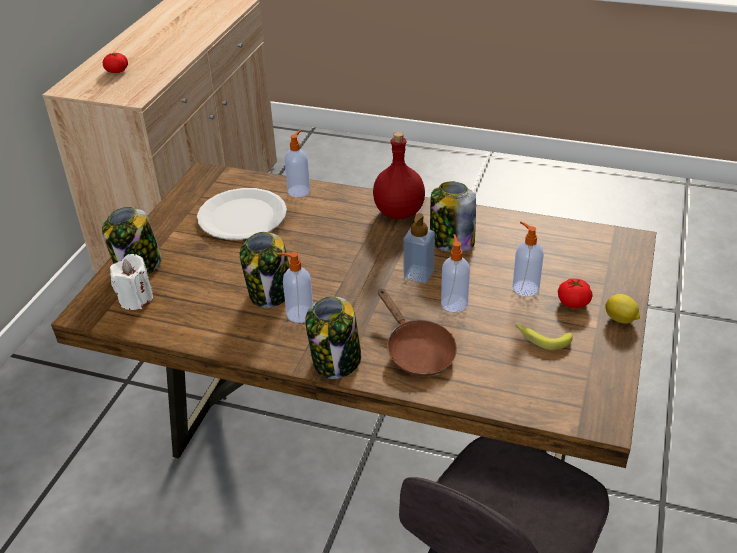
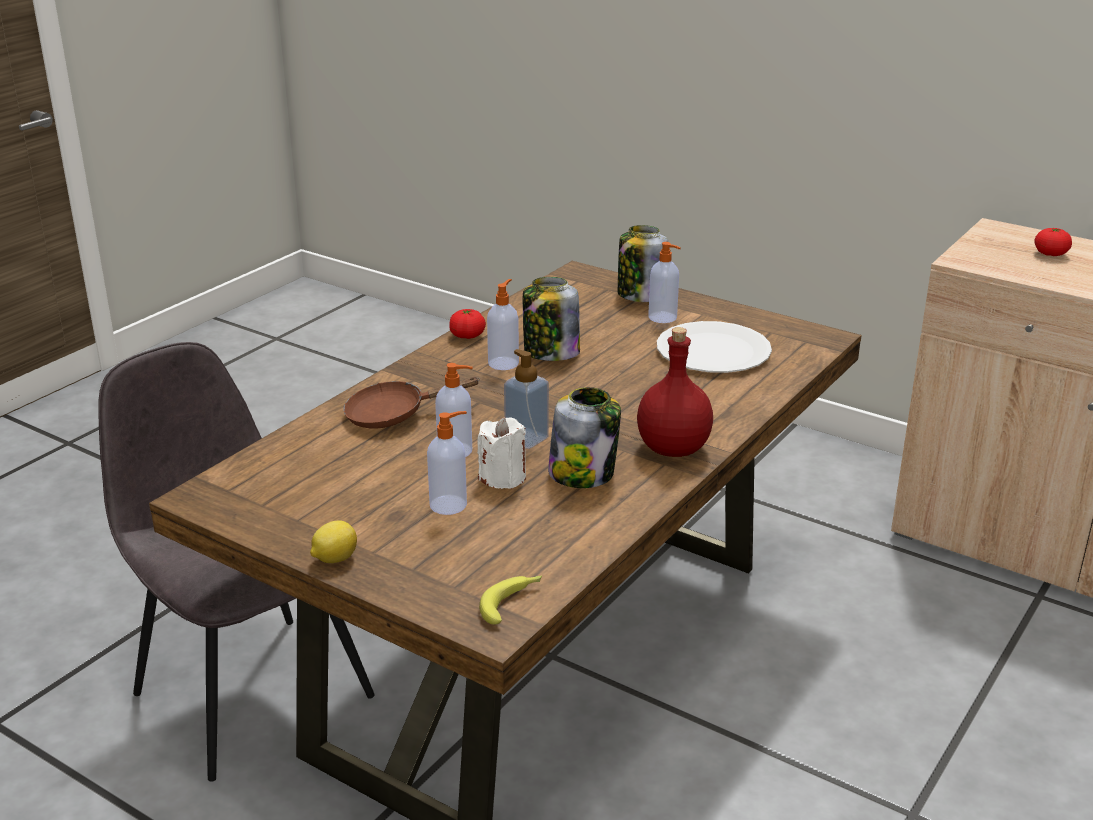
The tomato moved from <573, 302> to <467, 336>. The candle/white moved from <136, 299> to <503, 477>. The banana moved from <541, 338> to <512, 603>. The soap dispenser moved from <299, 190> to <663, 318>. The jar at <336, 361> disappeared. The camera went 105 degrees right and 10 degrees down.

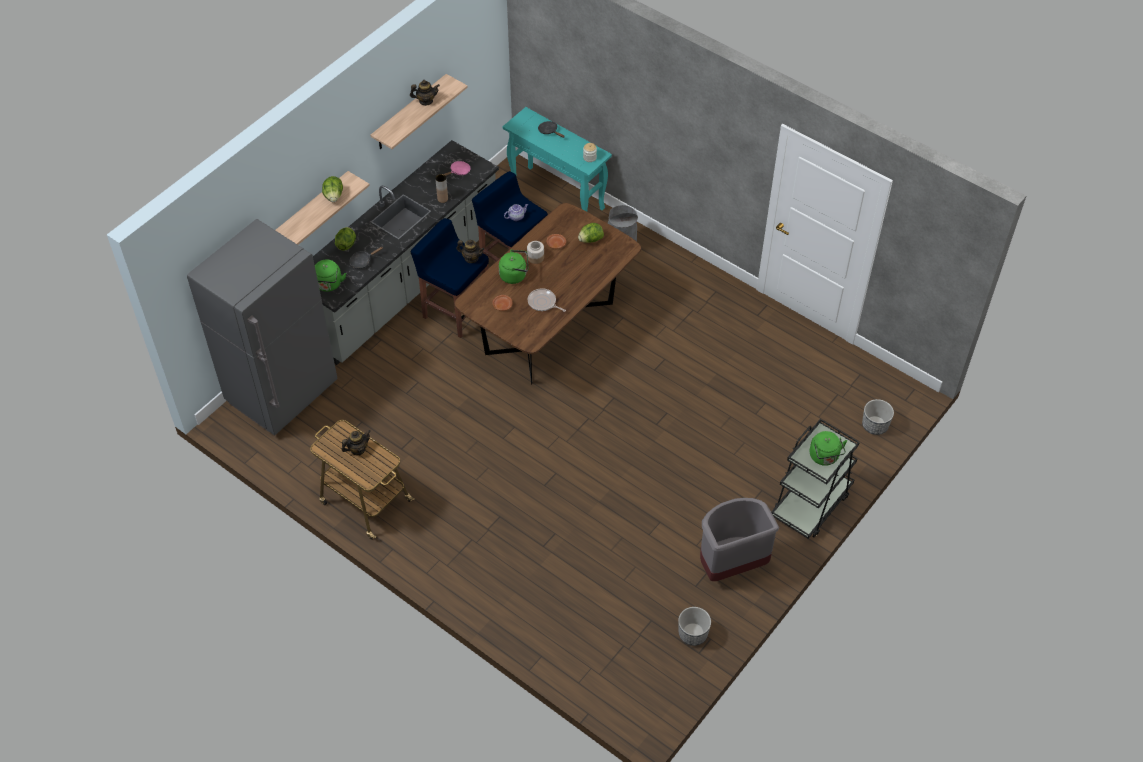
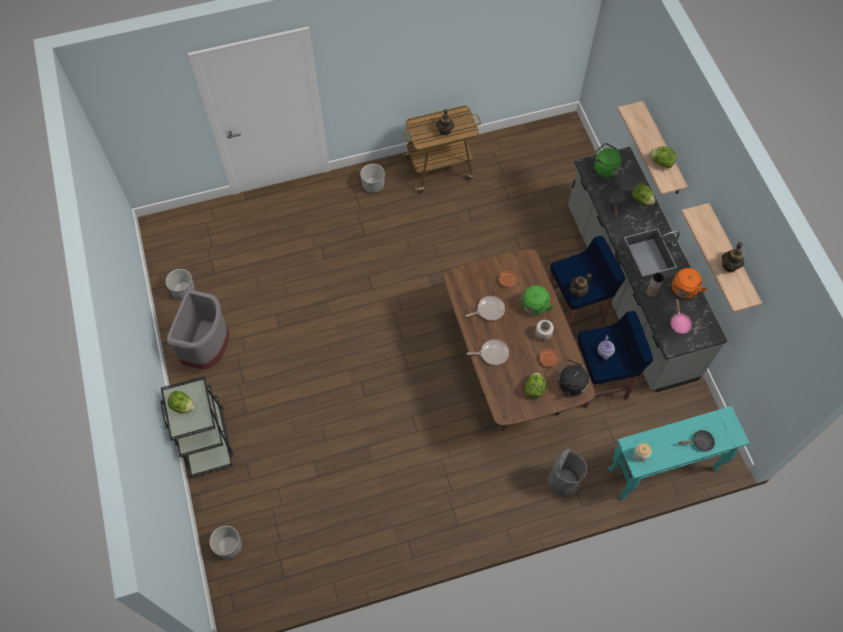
The kettle/green at <825, 457> was replaced by the lettuce at <183, 406>. The planter at <373, 185> appeared. The frying pan at <492, 353> appeared. The kettle/black at <569, 384> appeared. The kettle/orange at <683, 290> appeared. The fridge/grey at <283, 394> disappeared. The camera went 125 degrees right and 10 degrees up.

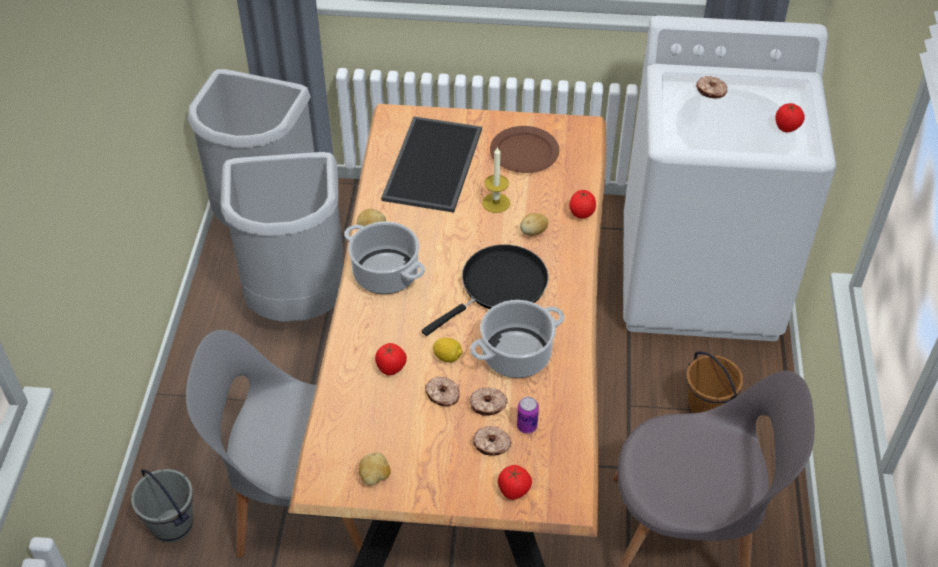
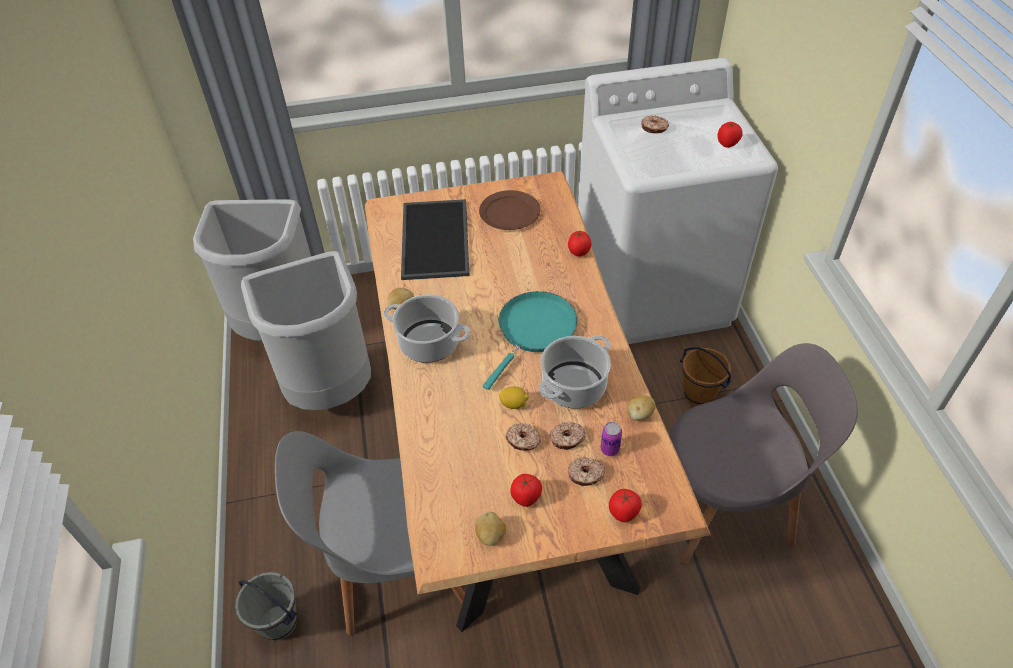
The frying pan/black at <499, 287> became the frying pan/turquoise at <534, 330>. The tomato moved from <391, 368> to <526, 498>. The potato moved from <533, 232> to <639, 414>. The candle at <496, 203> disappeared. The camera went 15 degrees left and 0 degrees up.

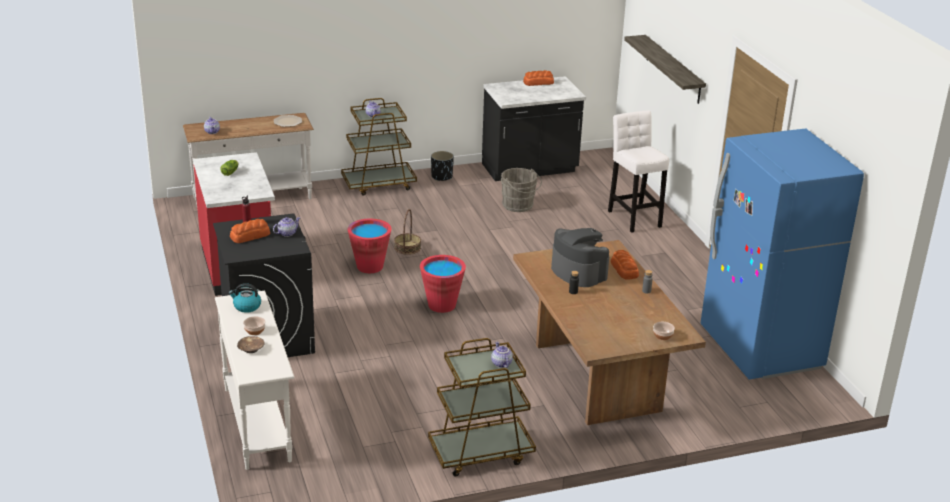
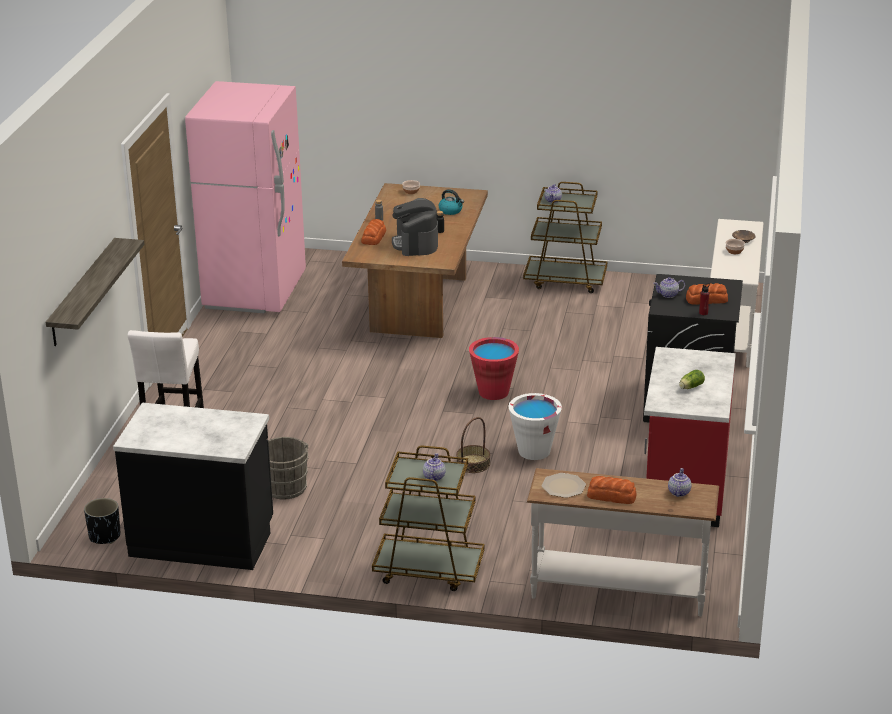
The planter/black moved from <442, 177> to <104, 536>. The fridge/blue at <760, 349> became the fridge/pink at <255, 291>. The kettle moved from <246, 306> to <451, 211>. The bucket/red at <370, 266> became the bucket/white at <534, 451>. The bread moved from <538, 82> to <612, 496>. The camera went 150 degrees left and 0 degrees up.

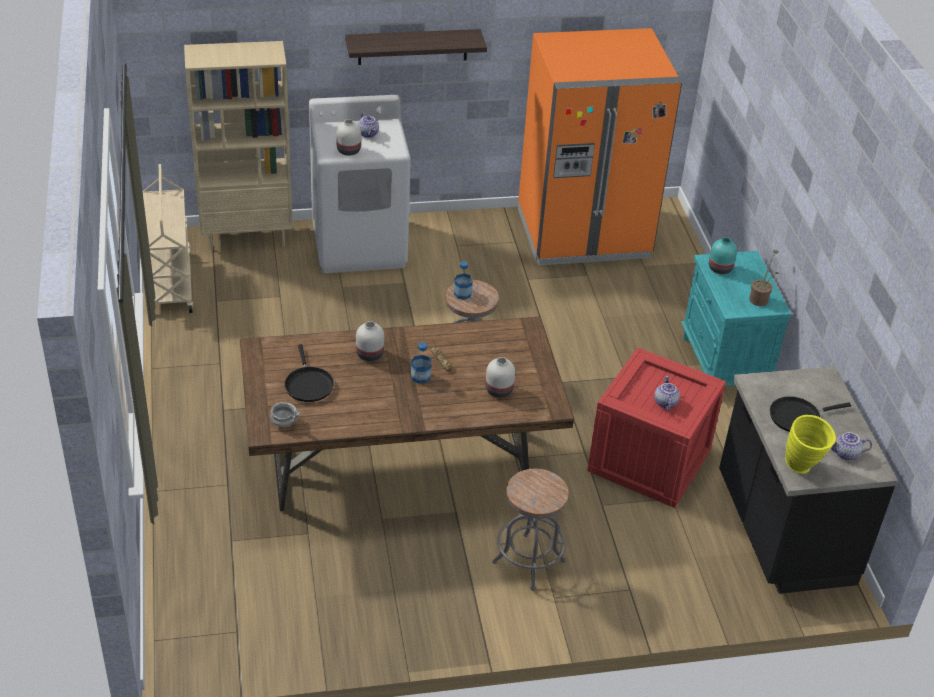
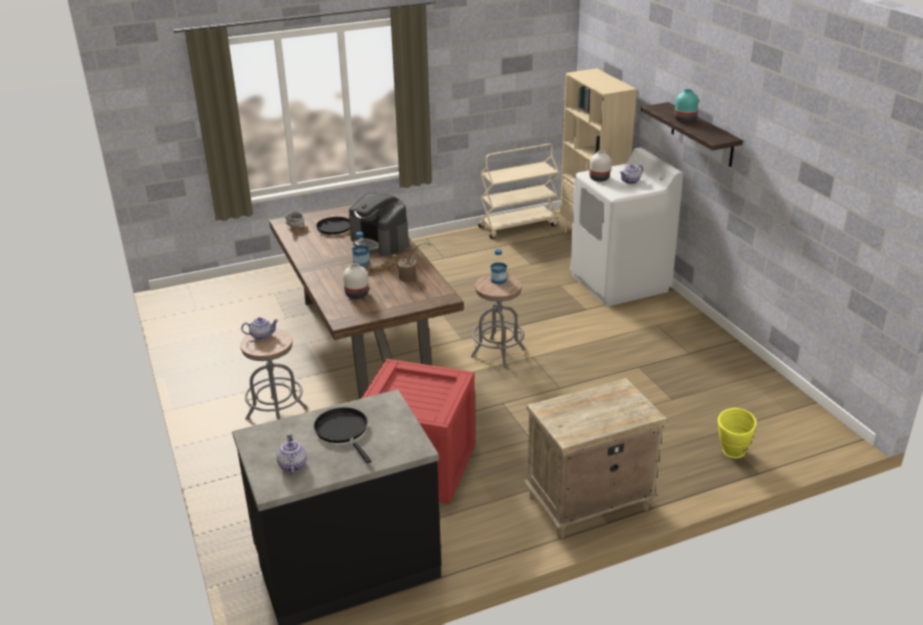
The teapot moved from <665, 402> to <261, 336>. The vase/white at <370, 354> was replaced by the coffee machine at <380, 242>. The potted plant moved from <760, 299> to <409, 278>. The nightstand/turquoise at <724, 365> became the nightstand/beige at <588, 504>. The vase/turquoise moved from <719, 268> to <684, 120>. The vase/yellow moved from <803, 468> to <731, 454>. The fridge/orange at <583, 234> disappeared. The camera went 80 degrees right and 10 degrees down.

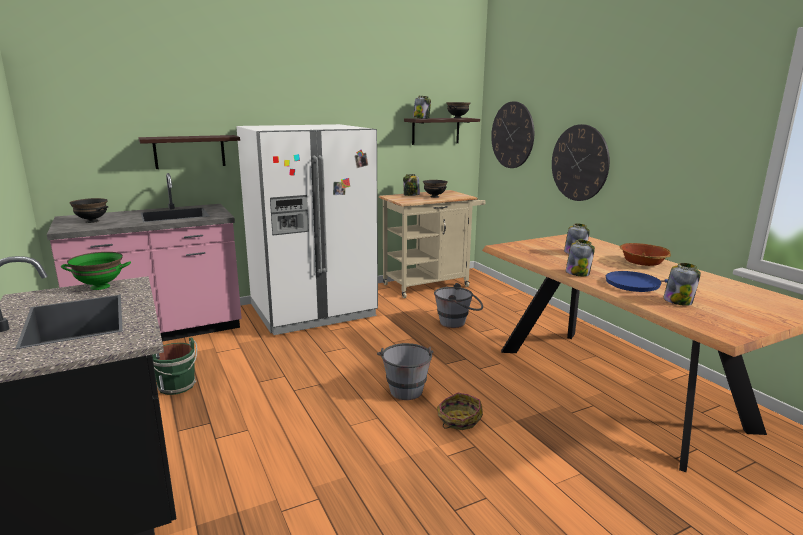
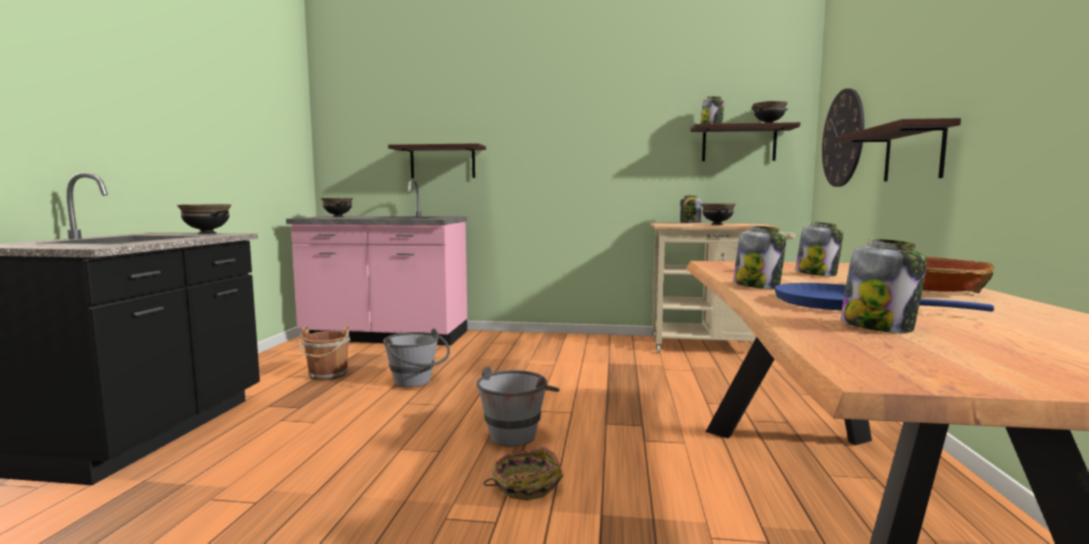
The bowl/green at <100, 287> became the bowl/black at <206, 233>. The bucket/green at <177, 386> became the bucket/brown at <327, 375>. The bucket/grey moved from <458, 323> to <417, 383>. The wall clock at <579, 163> was replaced by the shelf at <913, 154>. The fridge/white at <313, 311> disappeared. The camera went 35 degrees right and 10 degrees down.

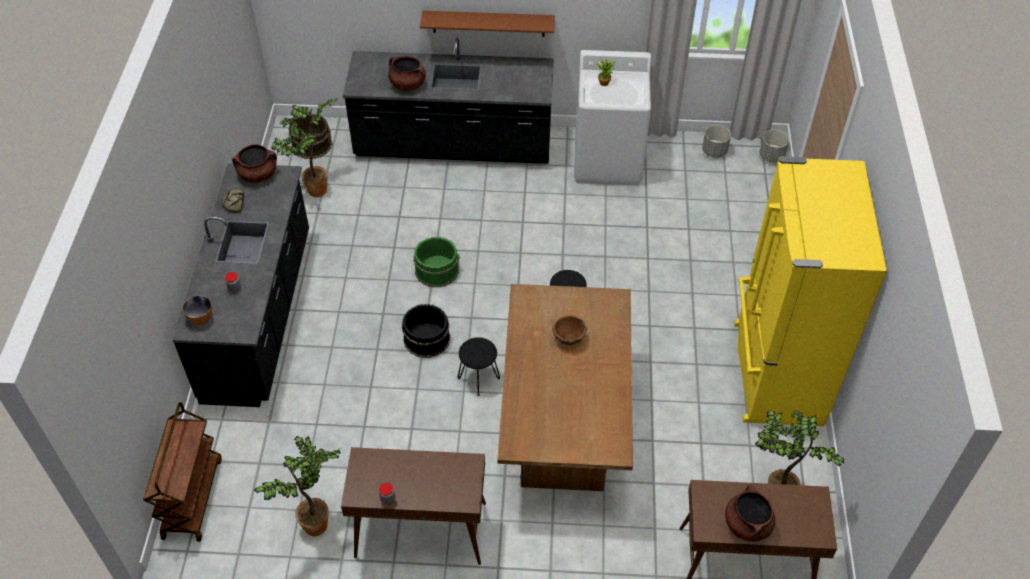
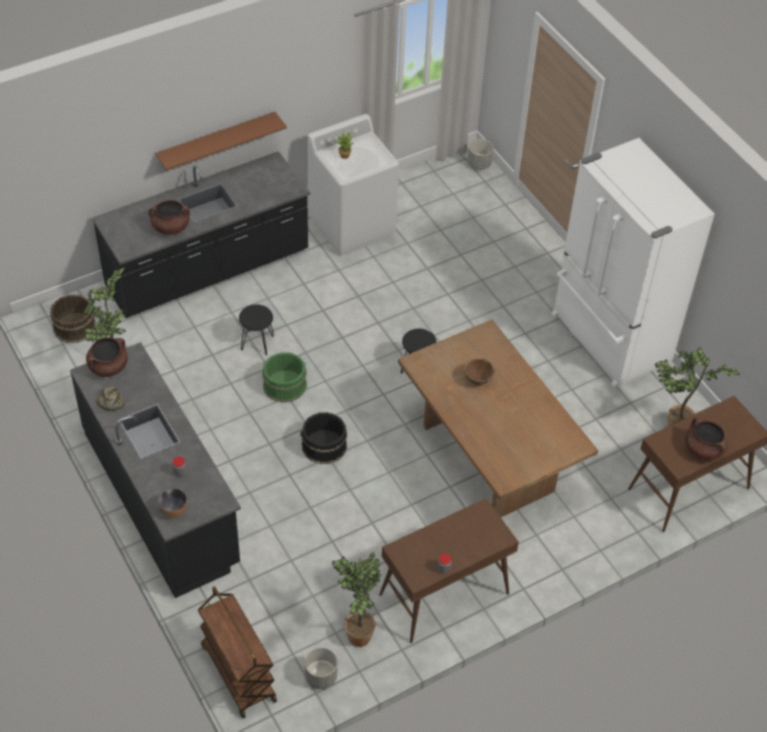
The stool/black moved from <478, 378> to <257, 342>. The planter/grey moved from <714, 151> to <320, 676>. The fridge/yellow at <774, 373> became the fridge/white at <608, 339>. The camera went 35 degrees left and 0 degrees up.

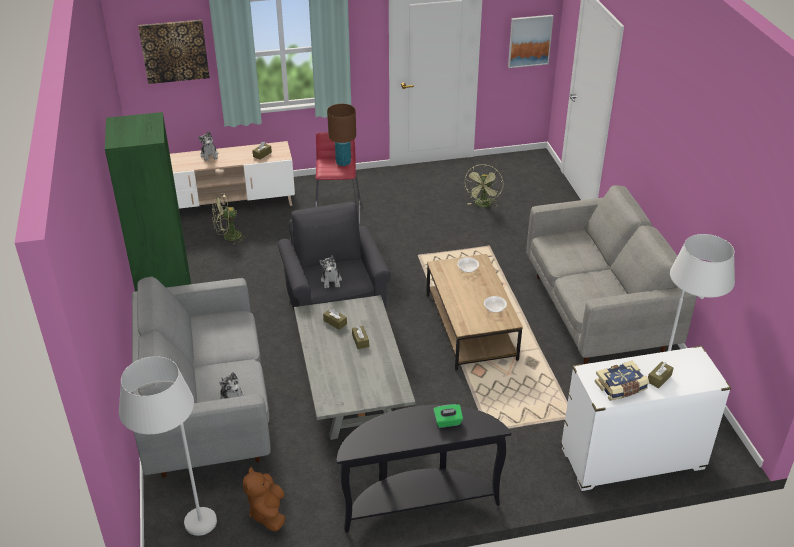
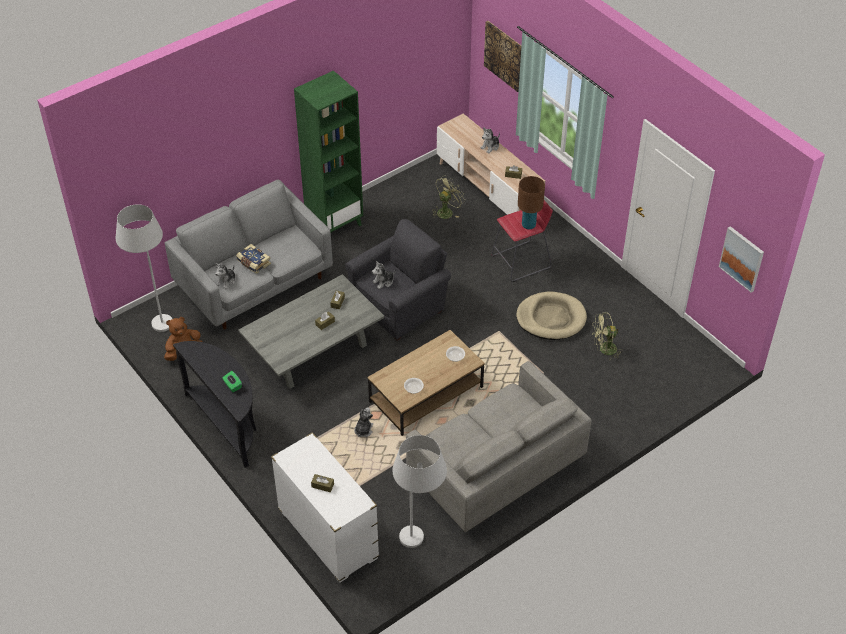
The book moved from <621, 387> to <253, 263>. The plush toy at <363, 430> appeared. The fan/green at <228, 237> turned 90 degrees clockwise. The dog bed/beige at <551, 318> appeared. The camera went 65 degrees right and 10 degrees up.

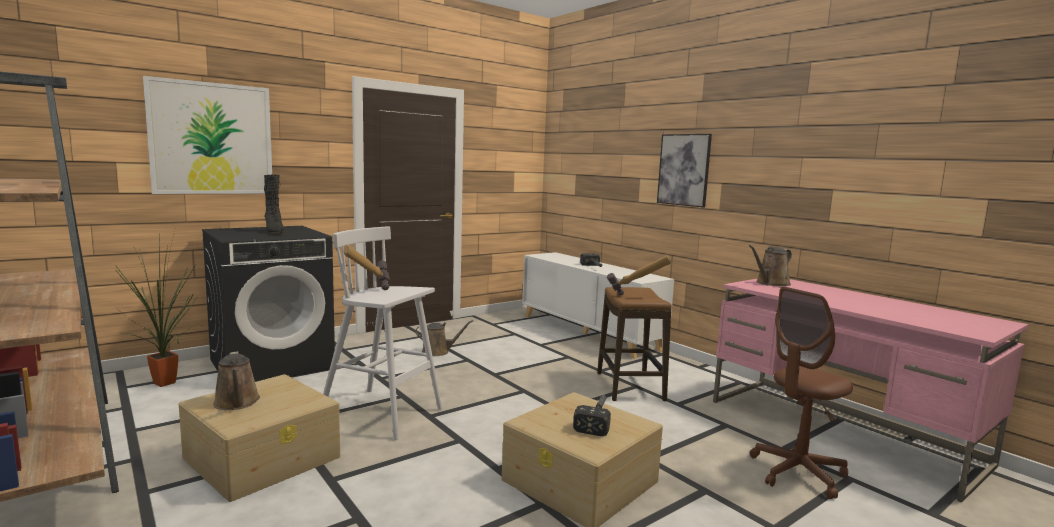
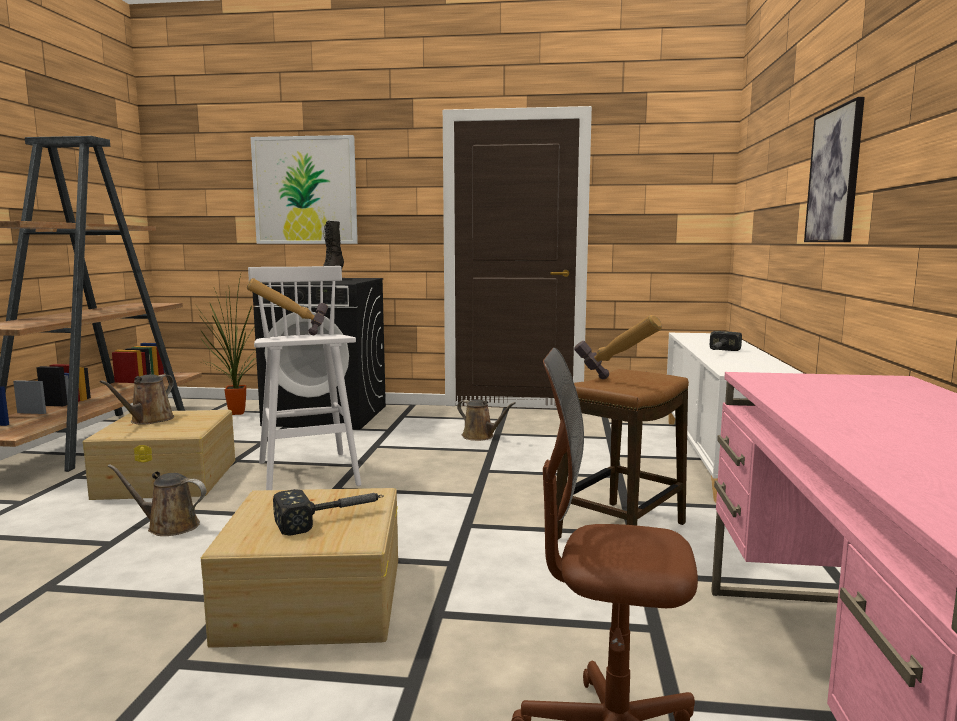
The watering can/brown moved from <771, 283> to <168, 526>. The camera went 45 degrees right and 0 degrees up.

